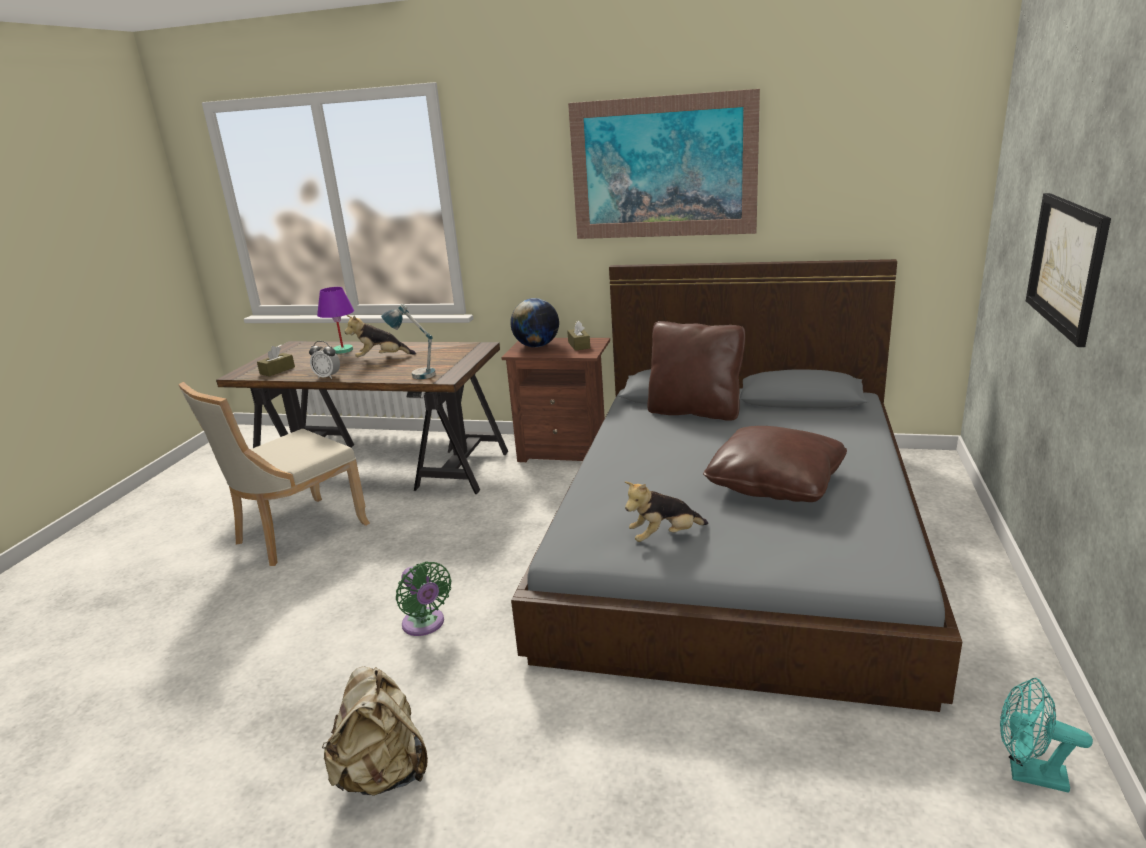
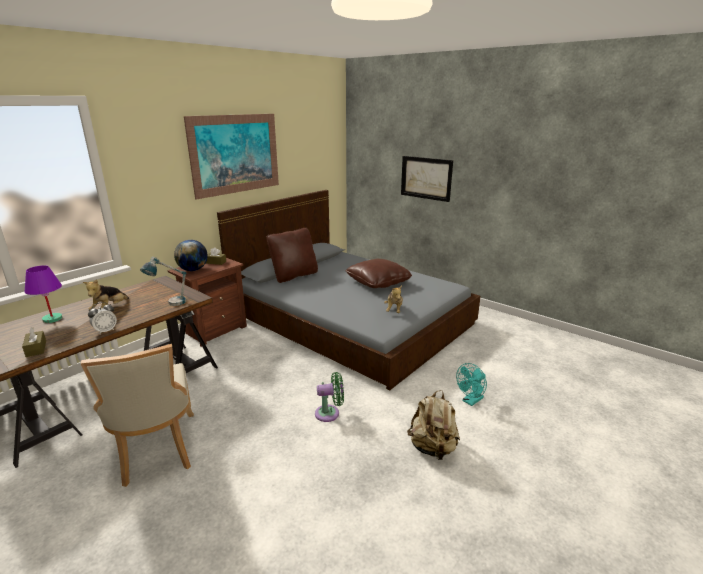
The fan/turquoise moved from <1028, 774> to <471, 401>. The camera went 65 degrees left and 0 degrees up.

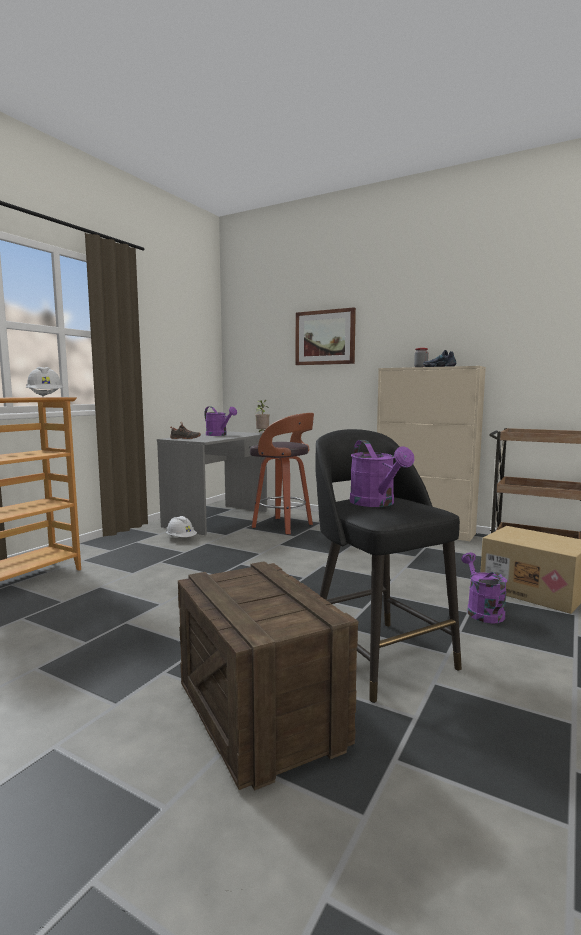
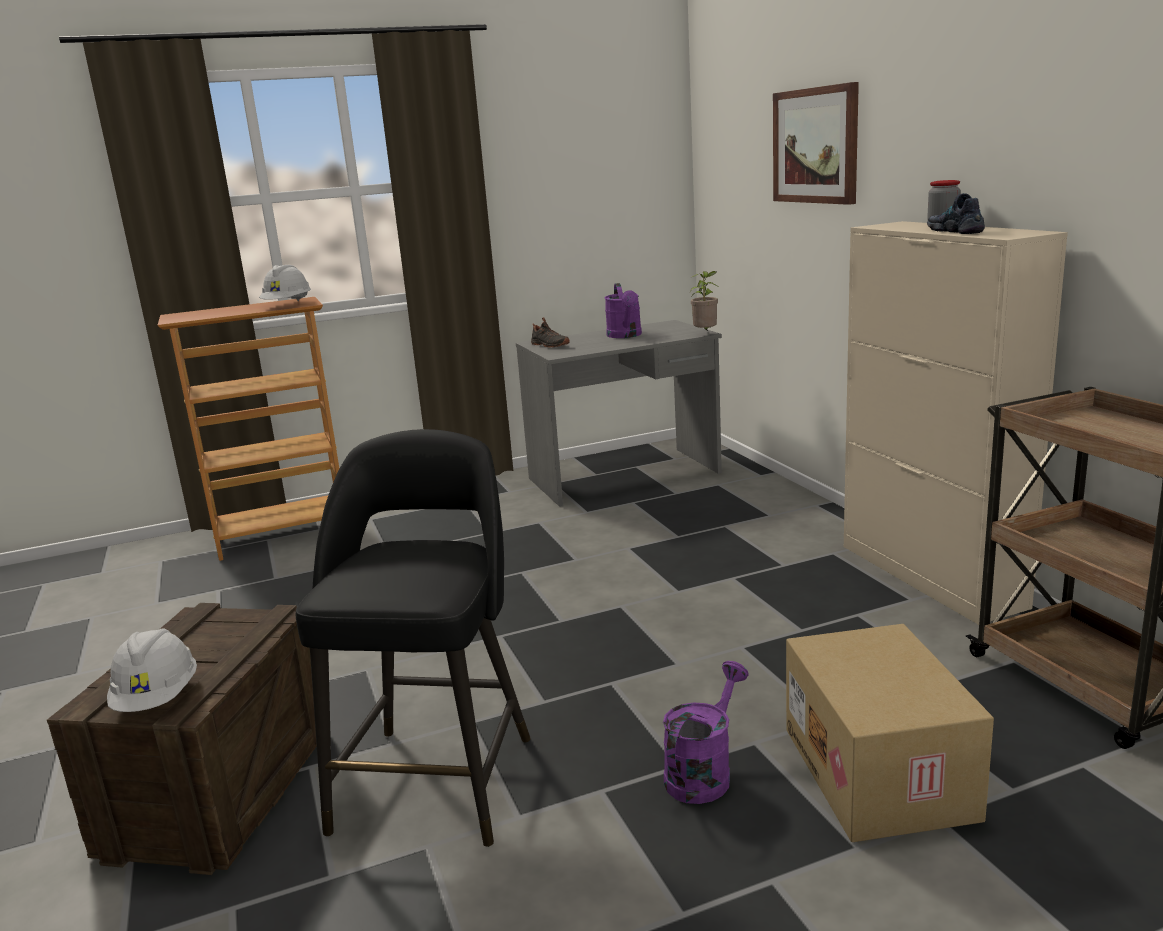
The hard hat/white moved from <181, 539> to <158, 699>. The stool at <284, 526> disappeared. The watering can/purple at <376, 504> disappeared. The camera went 40 degrees right and 10 degrees up.

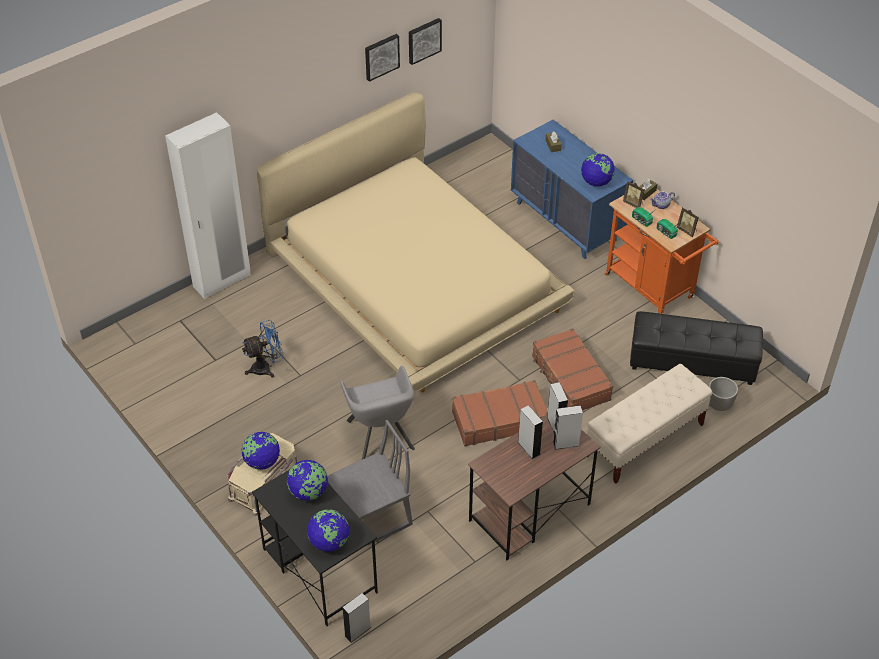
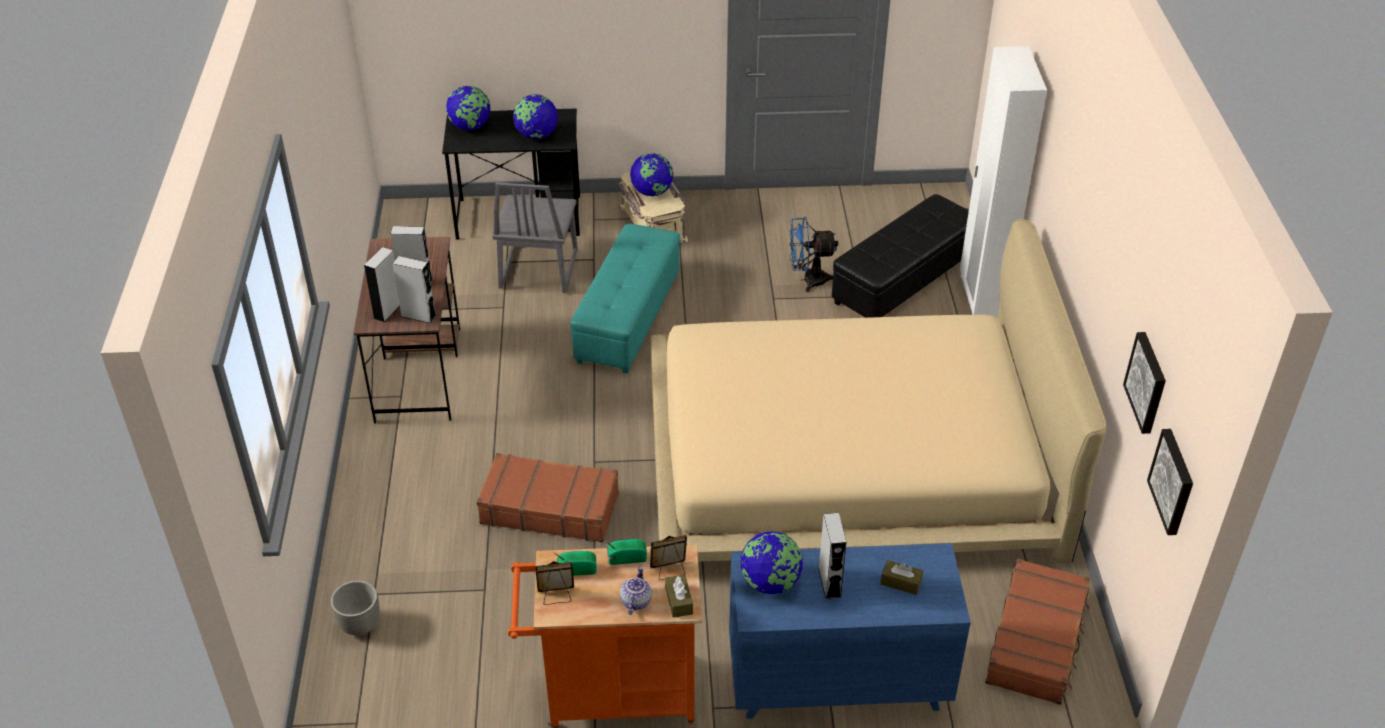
The armchair/grey at <381, 437> was replaced by the ottoman/turquoise at <627, 317>. The fan/blue at <266, 367> turned 75 degrees clockwise. The speaker/grey moved from <357, 631> to <829, 582>. The ottoman/black moved from <693, 362> to <903, 281>. The suitcase/brown moved from <499, 419> to <1037, 641>. The picture moved from <381, 56> to <1173, 481>. The bench/beige at <644, 440> disappeared. The camera went 125 degrees right and 5 degrees down.

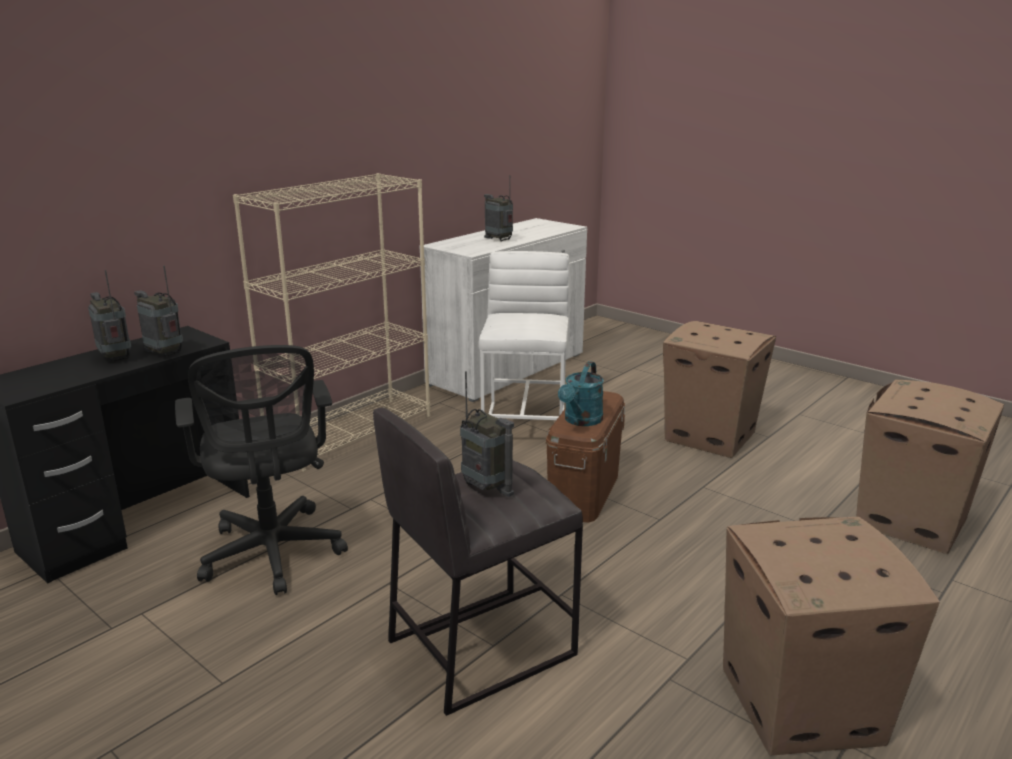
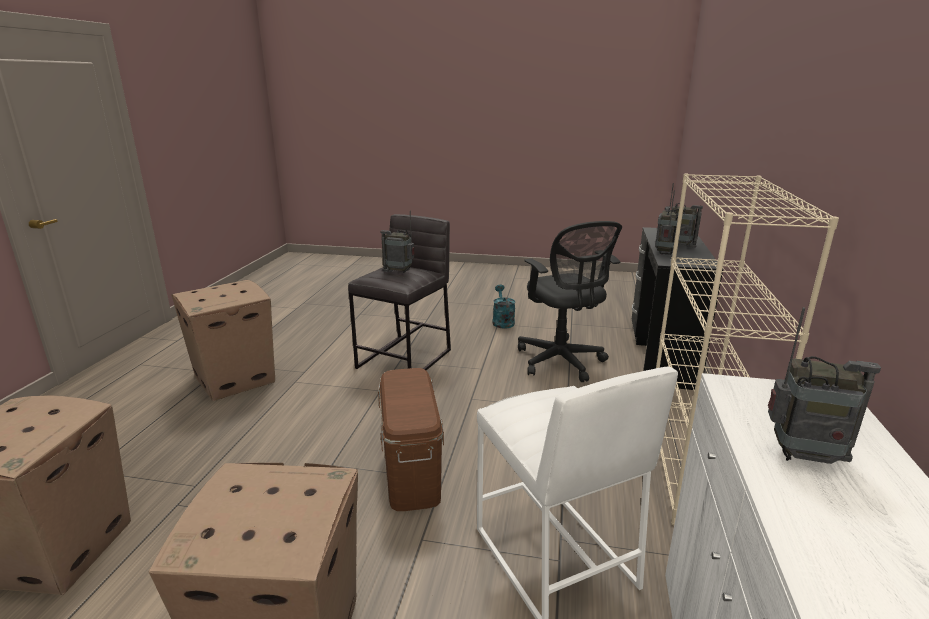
The watering can/turquoise moved from <581, 421> to <502, 321>. The office chair/black at <273, 555> turned 150 degrees counterclockwise. The radio at <165, 354> turned 75 degrees counterclockwise. The camera went 150 degrees right and 0 degrees up.

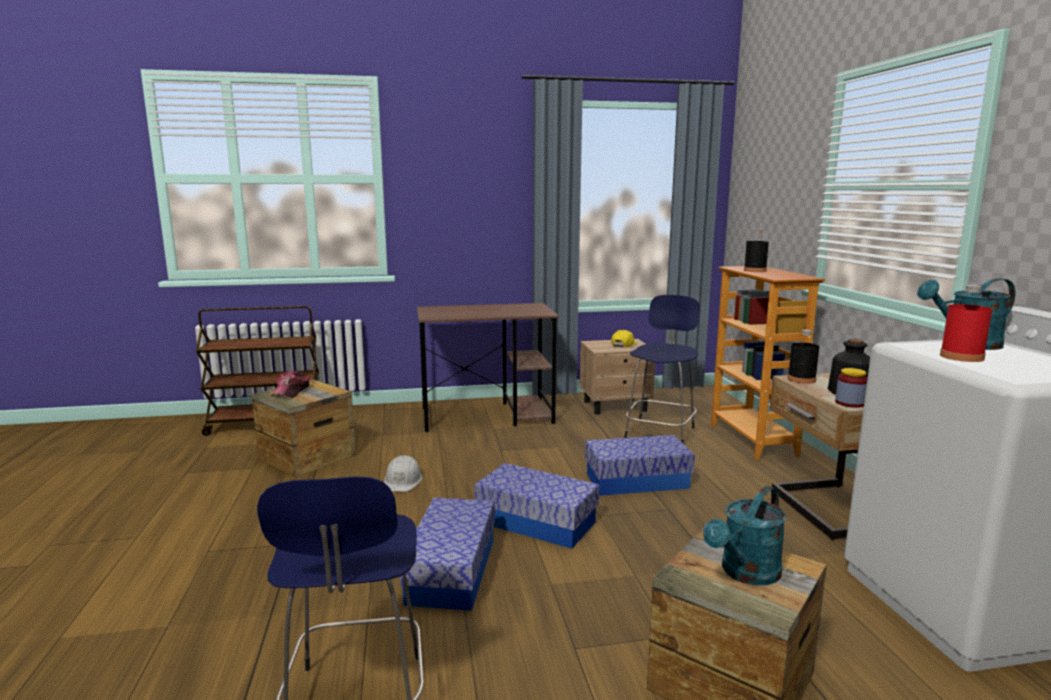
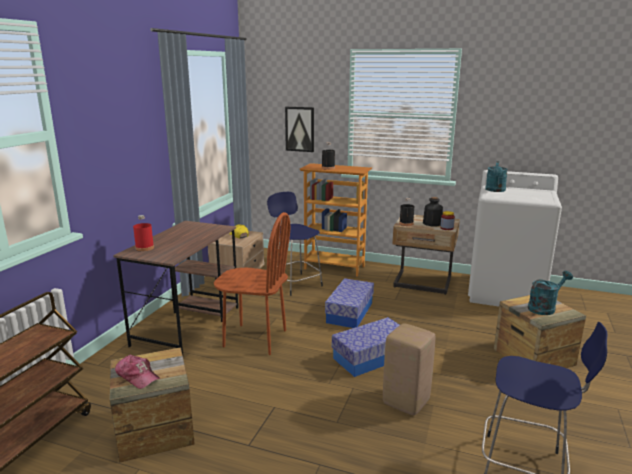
The bottle/red moved from <961, 357> to <144, 248>. The chair/brown at <255, 339> appeared. The picture at <300, 129> appeared. The storage box at <452, 571> was replaced by the stool/beige at <407, 402>. The watering can/turquoise at <745, 574> turned 105 degrees counterclockwise. The hard hat/white at <403, 481> disappeared. The camera went 60 degrees left and 5 degrees up.

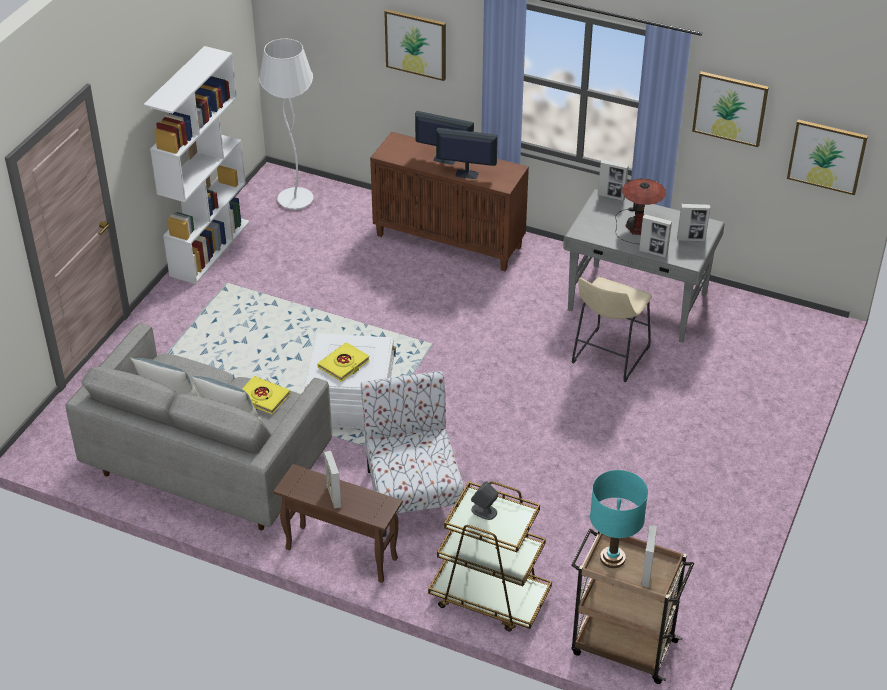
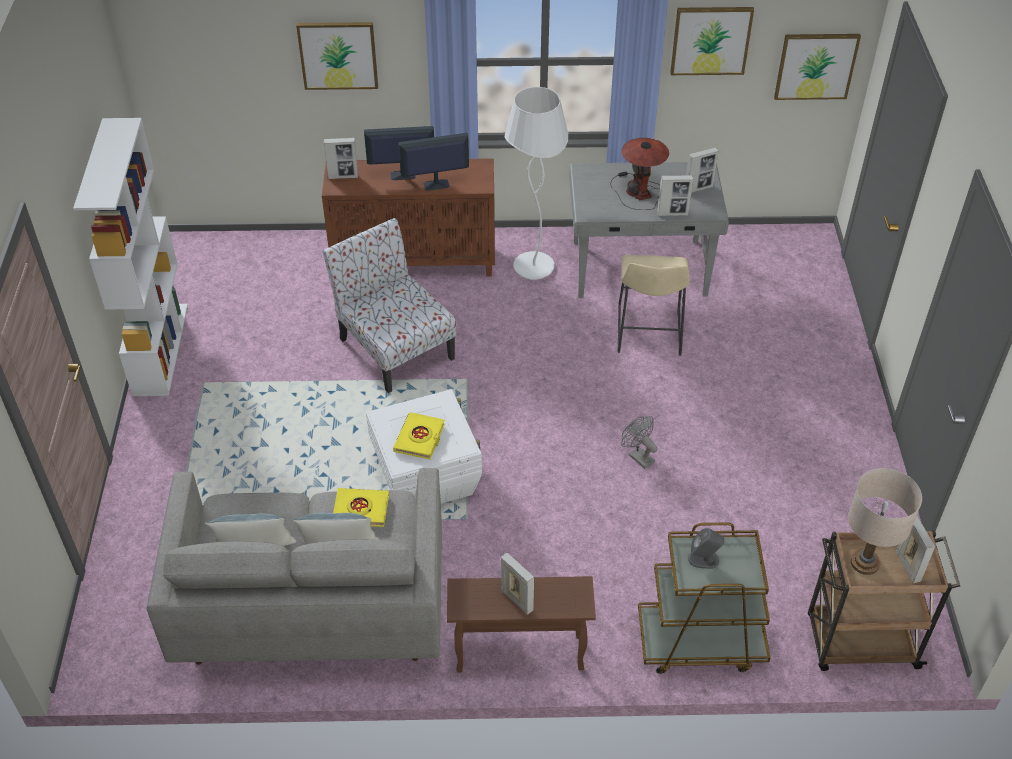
The chair moved from <412, 494> to <394, 347>. The picture frame moved from <611, 196> to <343, 176>. The floor lamp/white moved from <295, 200> to <533, 267>. The fan/grey at <638, 456> appeared. The table lamp/turquoise at <612, 558> became the table lamp/beige at <865, 562>. The camera went 25 degrees left and 5 degrees up.

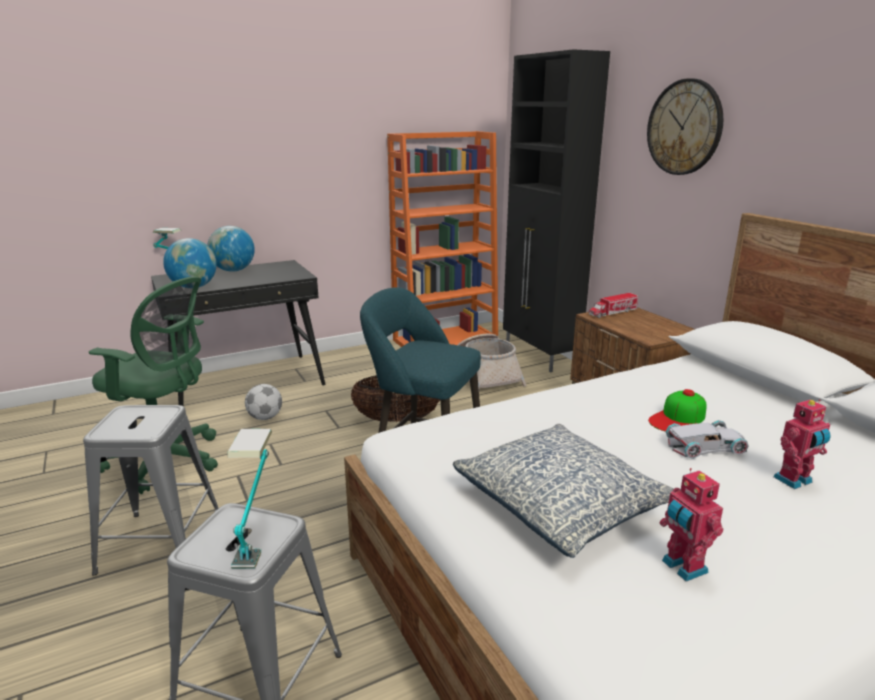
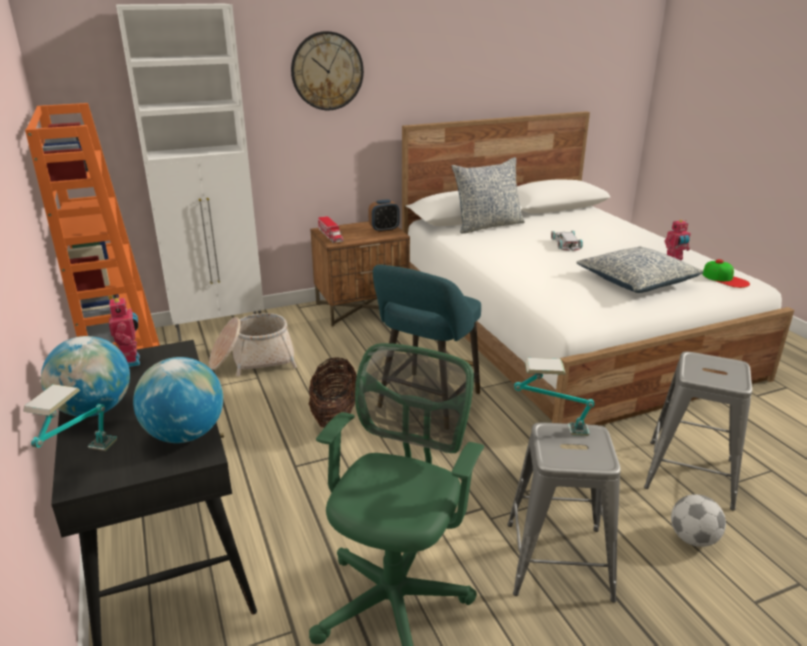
The toy robot moved from <794, 481> to <132, 361>. The cabinet/black at <540, 356> became the cabinet/white at <220, 326>. The alarm clock at <384, 229> appeared. The pillow at <487, 225> appeared. The table lamp moved from <257, 535> to <550, 429>. The football moved from <265, 417> to <693, 539>. The cap moved from <678, 418> to <725, 279>. The camera went 85 degrees left and 5 degrees up.

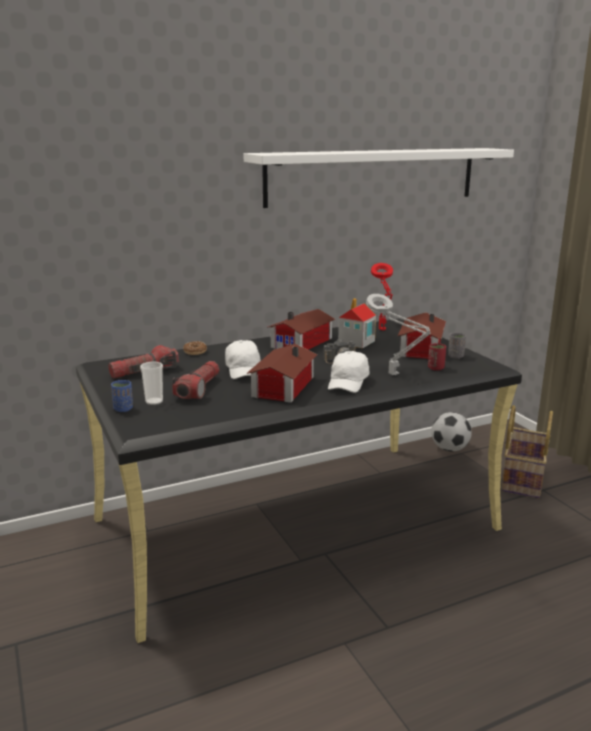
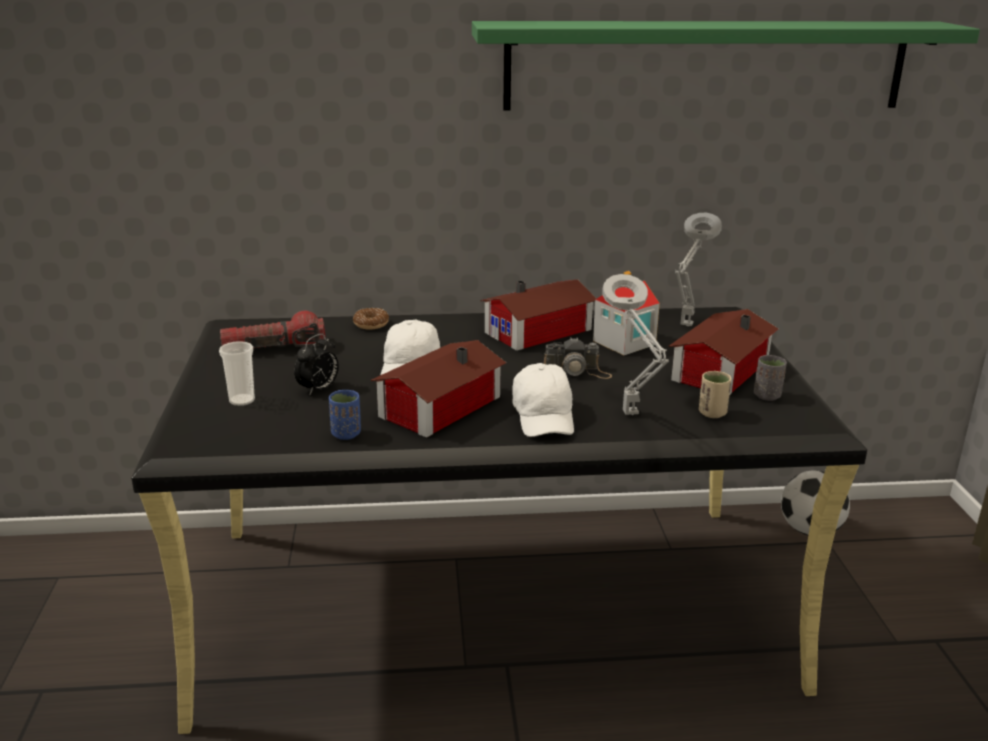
The flashlight at <198, 389> was replaced by the alarm clock at <318, 389>. The cup/blue moved from <123, 409> to <346, 434>. The shelf/white at <373, 176> became the shelf/green at <706, 65>. The cap/white at <348, 383> turned 45 degrees counterclockwise. The table lamp/red at <382, 330> became the table lamp/grey at <685, 326>. The cup/red at <436, 368> became the cup/beige at <712, 413>. The basket at <522, 479> disappeared. The camera went 20 degrees right and 5 degrees up.

